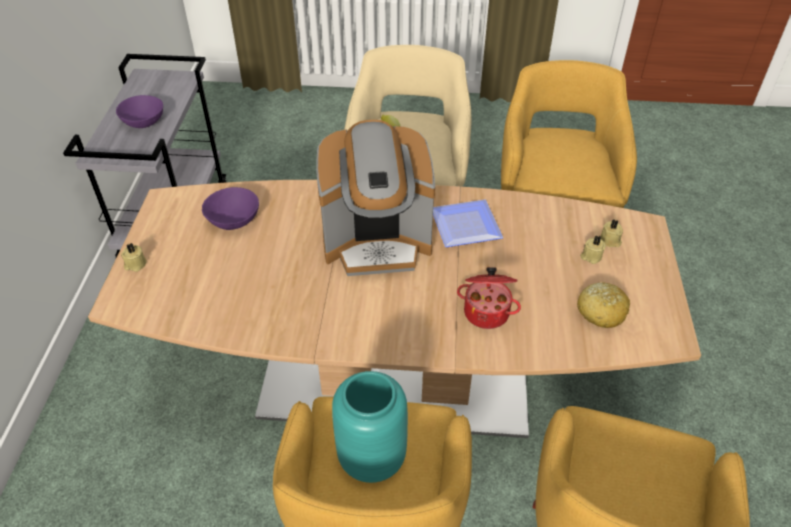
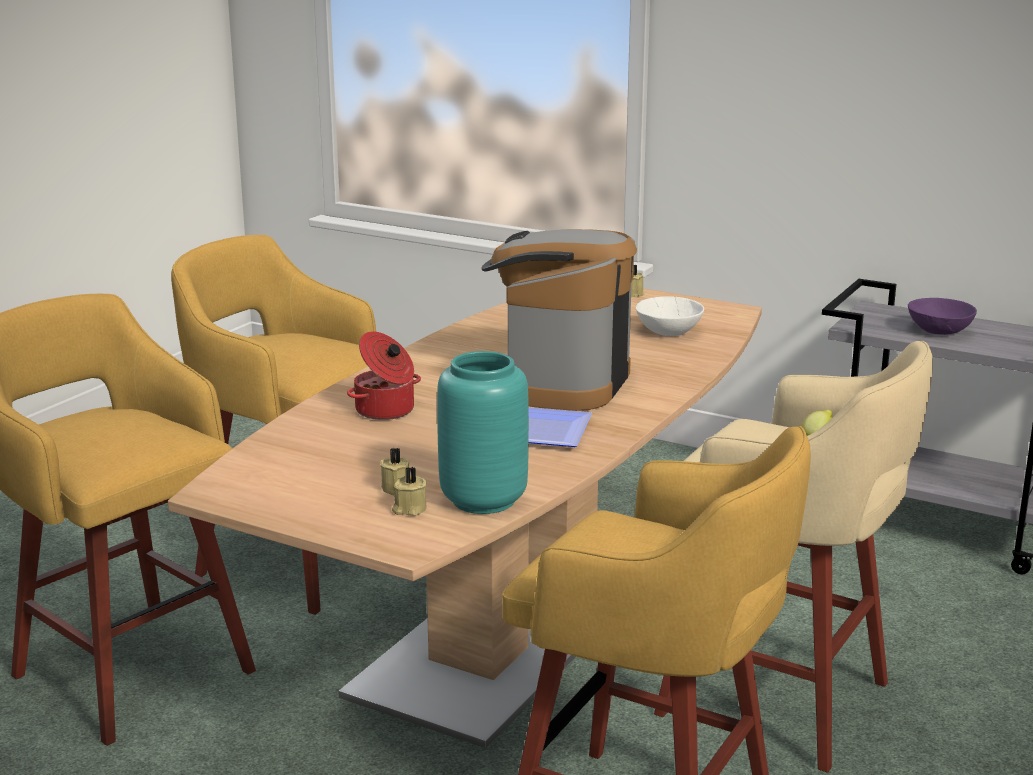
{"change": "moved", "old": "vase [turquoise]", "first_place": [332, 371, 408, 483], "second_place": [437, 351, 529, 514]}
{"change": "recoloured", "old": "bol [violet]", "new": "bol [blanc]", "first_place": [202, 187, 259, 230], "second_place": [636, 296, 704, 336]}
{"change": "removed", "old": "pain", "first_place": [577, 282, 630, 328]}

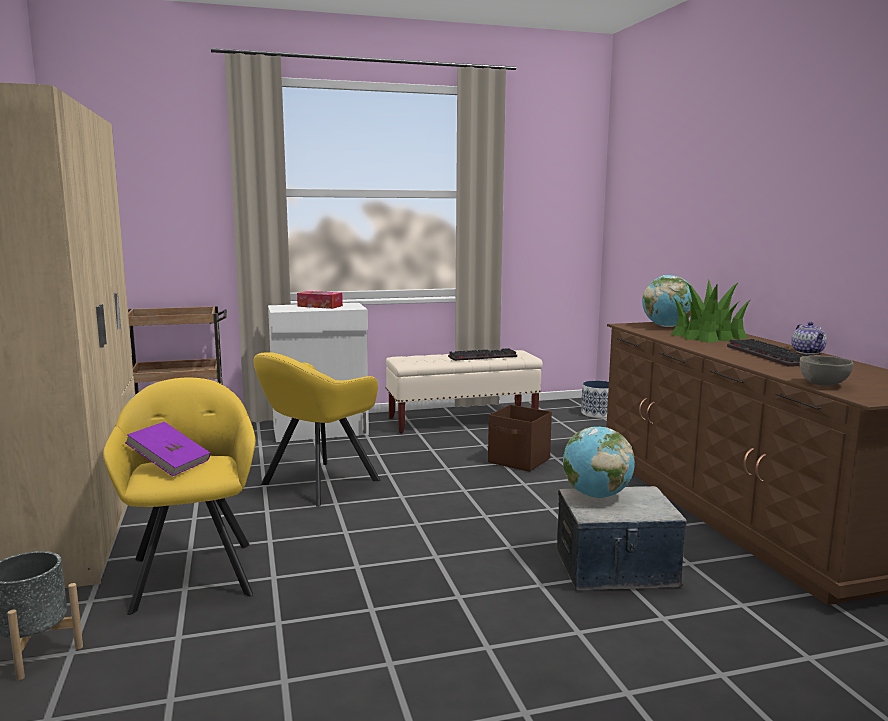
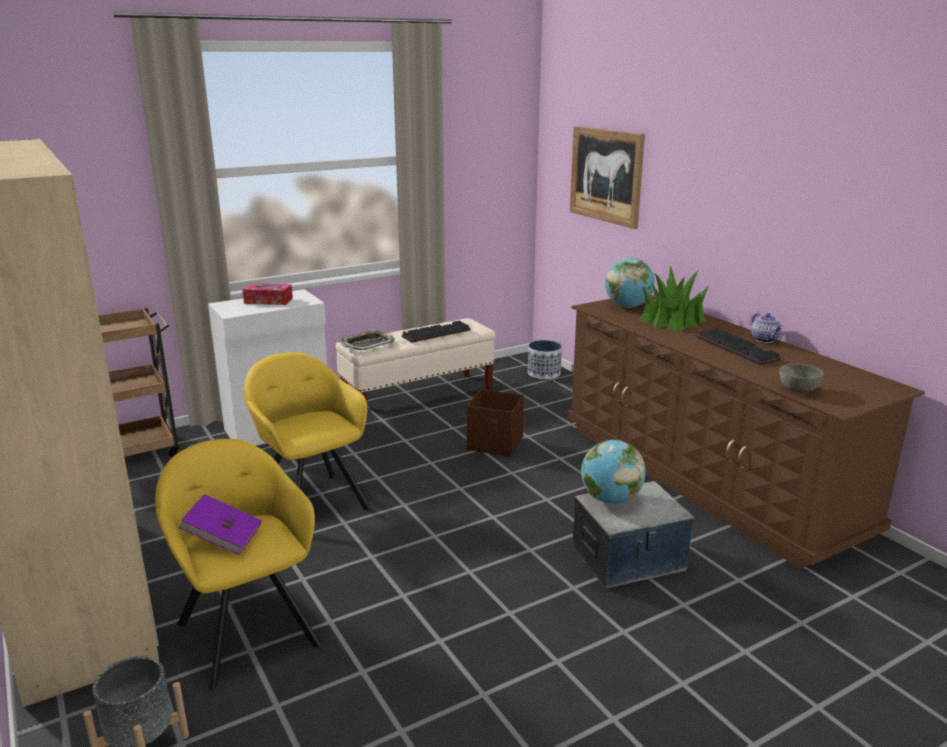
{"change": "turned", "old": "fauteuil [jaune]", "first_place": [254, 352, 380, 507], "second_place": [244, 352, 371, 510], "degrees": 120}
{"change": "added", "new": "plateau", "second_place": [340, 330, 395, 350]}
{"change": "added", "new": "tableau", "second_place": [570, 126, 645, 229]}

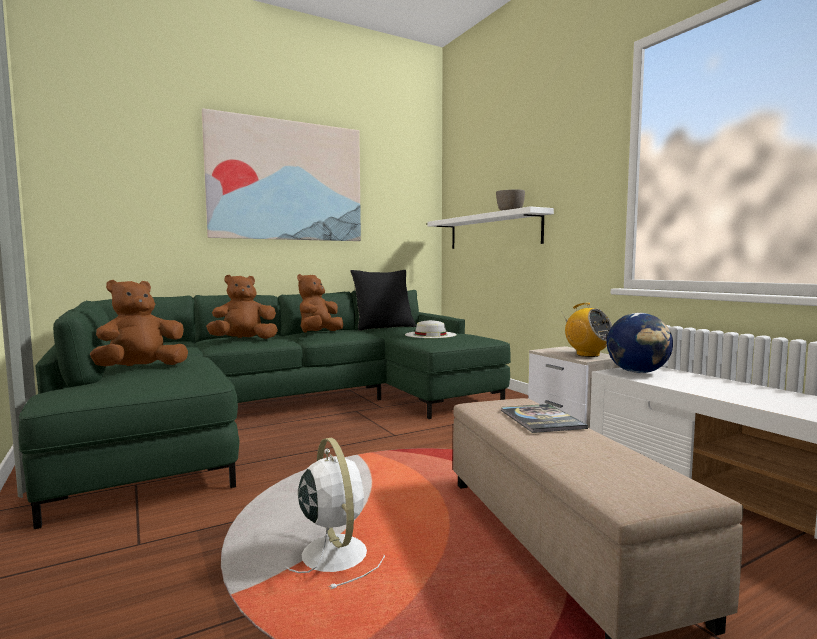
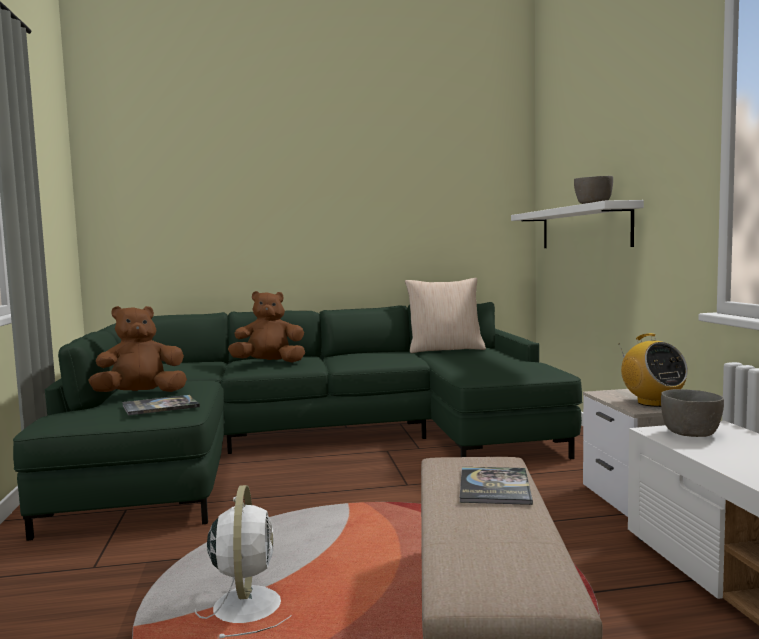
{"change": "added", "new": "livre", "second_place": [122, 395, 200, 415]}
{"change": "recoloured", "old": "coussin [noir]", "new": "coussin [beige]", "first_place": [350, 270, 416, 331], "second_place": [405, 278, 486, 353]}
{"change": "replaced", "old": "globe", "new": "bol [gris]", "first_place": [607, 313, 673, 373], "second_place": [661, 389, 724, 437]}
{"change": "removed", "old": "tableau", "first_place": [202, 108, 361, 241]}
{"change": "removed", "old": "peluche [marron]", "first_place": [297, 274, 343, 333]}
{"change": "removed", "old": "chapeau [blanc]", "first_place": [405, 320, 457, 338]}

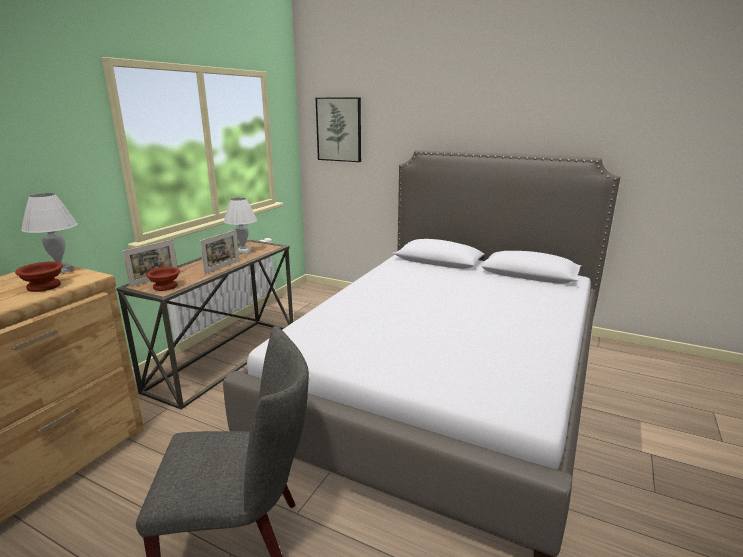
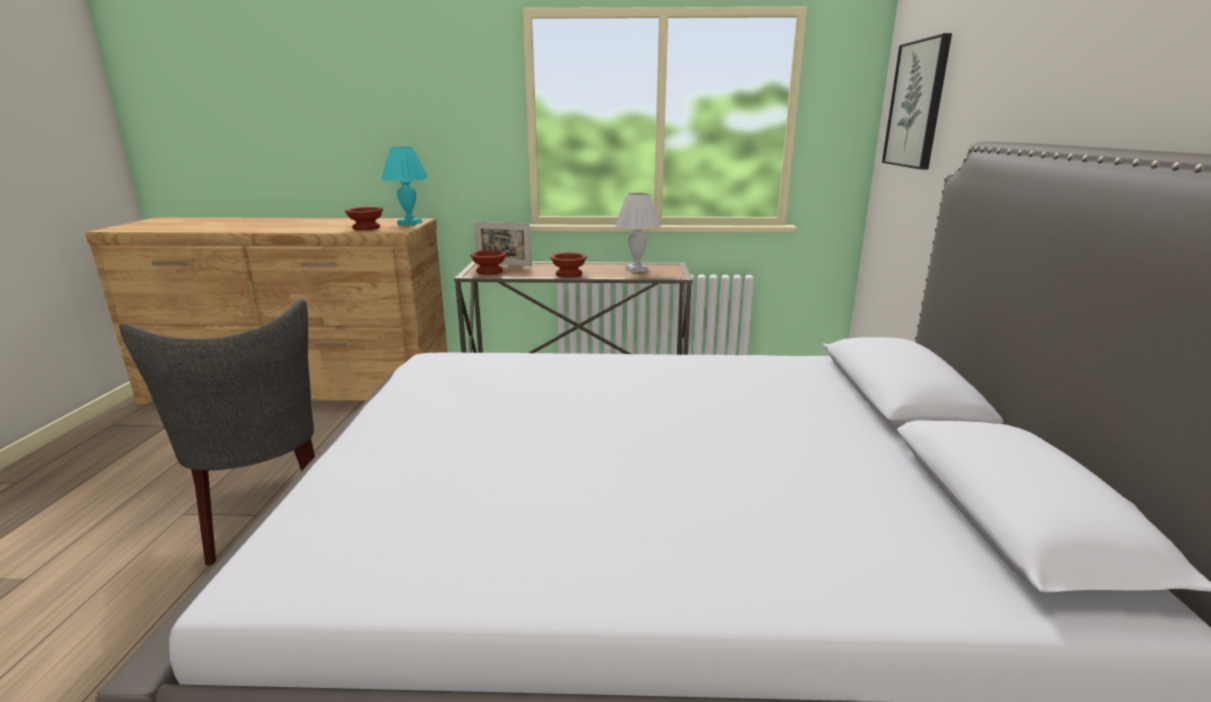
{"change": "recoloured", "old": "lampe de table [blanc]", "new": "lampe de table [turquoise]", "first_place": [21, 193, 78, 274], "second_place": [381, 147, 428, 225]}
{"change": "replaced", "old": "cadre photo", "new": "bol [marron]", "first_place": [200, 230, 239, 274], "second_place": [550, 253, 587, 278]}

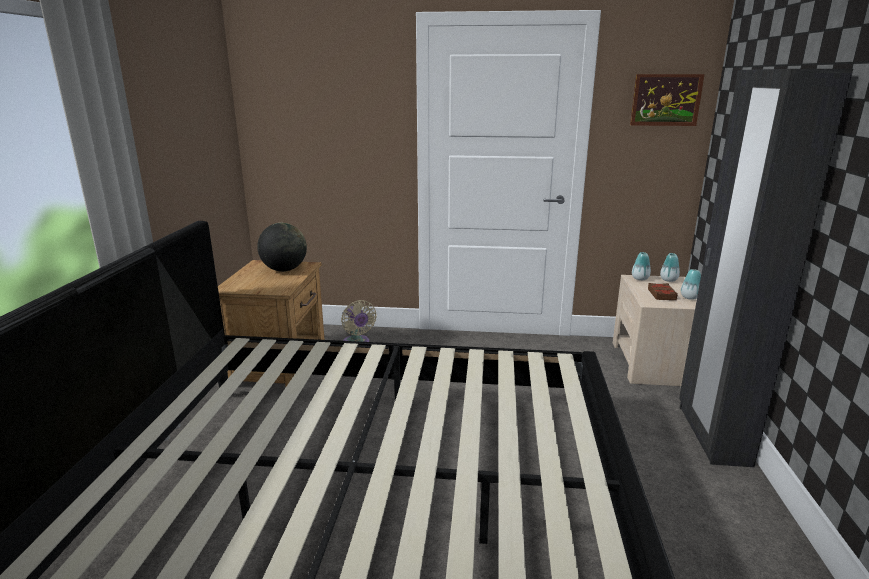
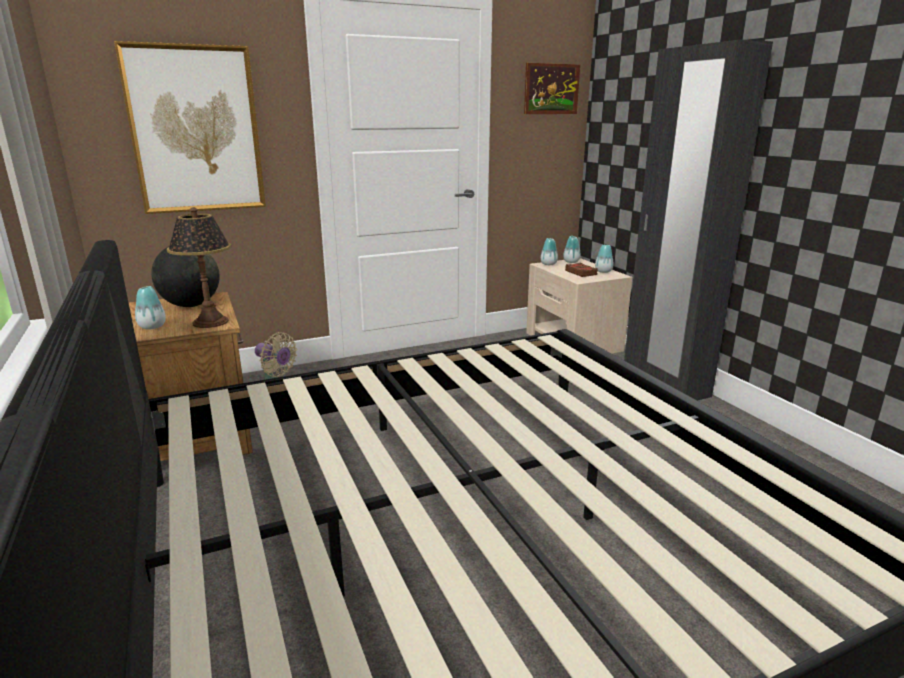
{"change": "added", "new": "tableau", "second_place": [114, 41, 266, 214]}
{"change": "added", "new": "vase", "second_place": [135, 286, 166, 329]}
{"change": "added", "new": "lampe de table", "second_place": [167, 207, 231, 328]}

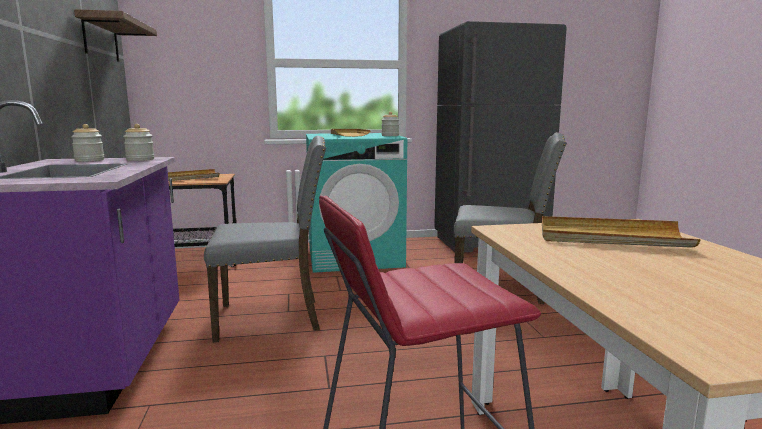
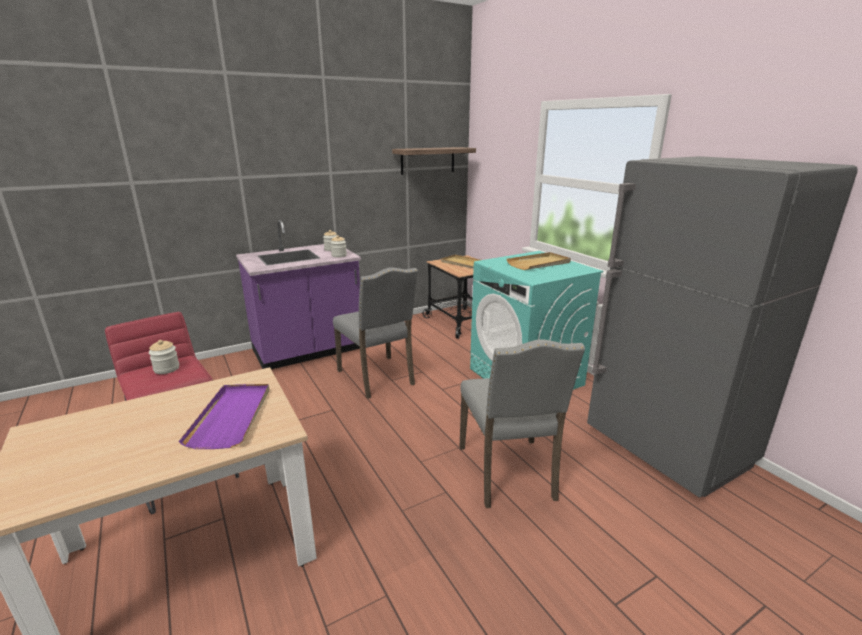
{"change": "moved", "old": "bocal", "first_place": [382, 112, 399, 136], "second_place": [149, 340, 179, 374]}
{"change": "recoloured", "old": "plateau [beige]", "new": "plateau [violet]", "first_place": [542, 216, 701, 248], "second_place": [179, 384, 269, 449]}

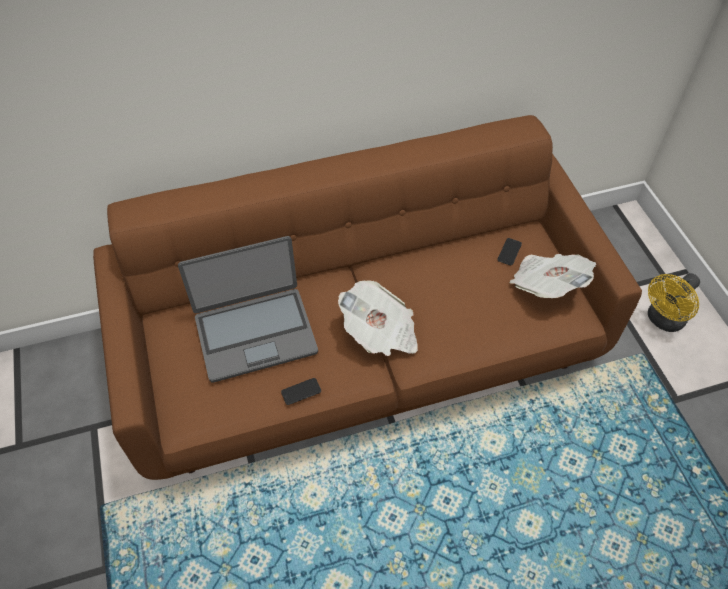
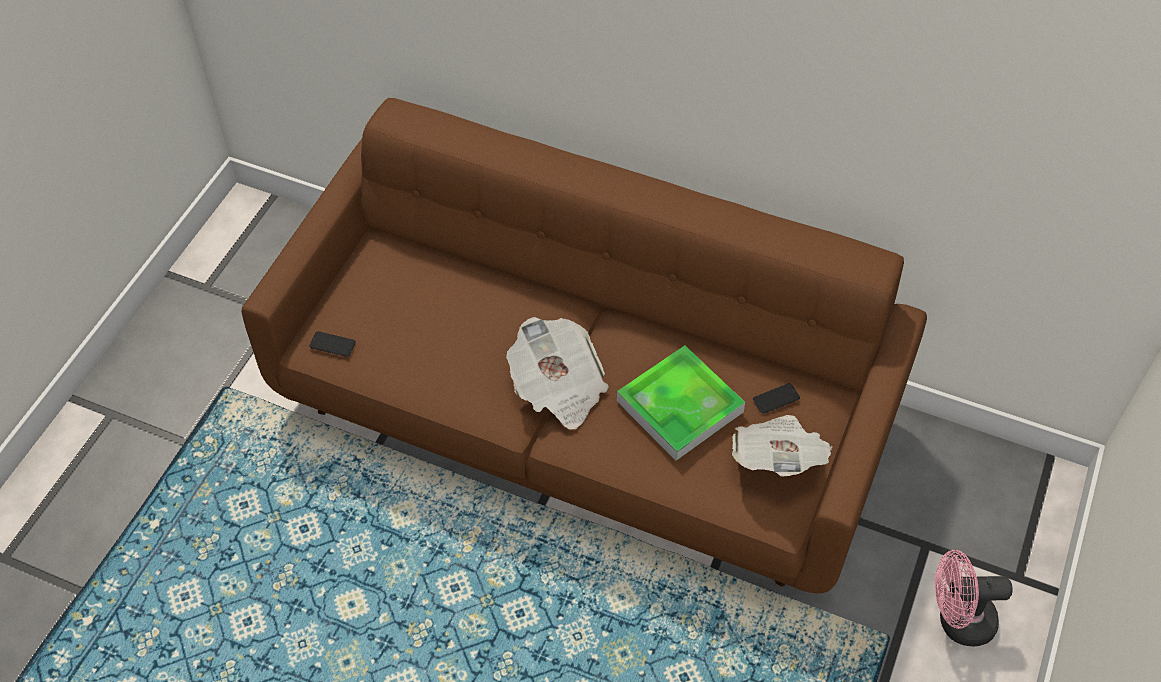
{"change": "moved", "old": "téléphone", "first_place": [281, 378, 321, 405], "second_place": [309, 331, 356, 357]}
{"change": "added", "new": "plateau", "second_place": [617, 345, 745, 461]}
{"change": "recoloured", "old": "ventilateur [jaune]", "new": "ventilateur [rose]", "first_place": [648, 273, 700, 332], "second_place": [935, 550, 1013, 646]}
{"change": "removed", "old": "ordinateur portable", "first_place": [178, 236, 318, 383]}

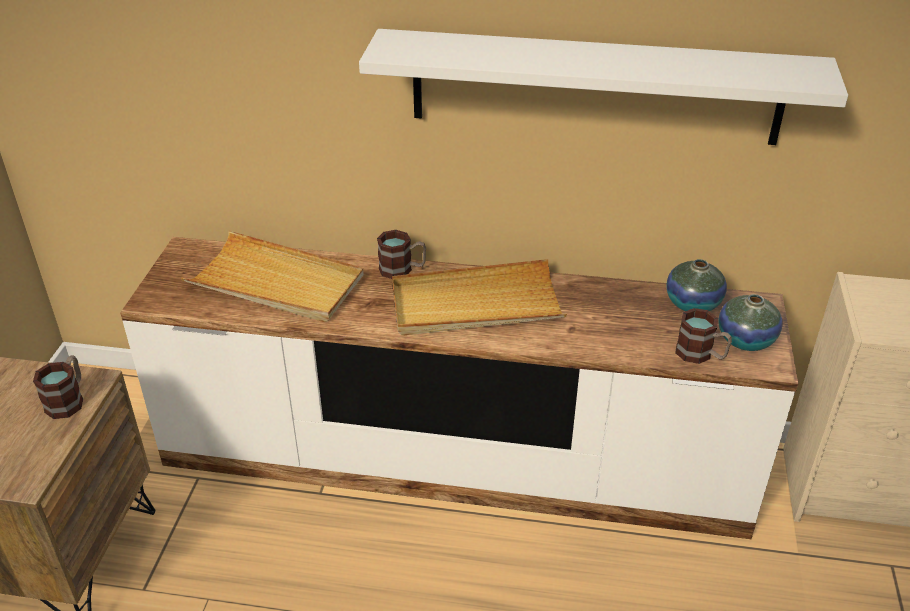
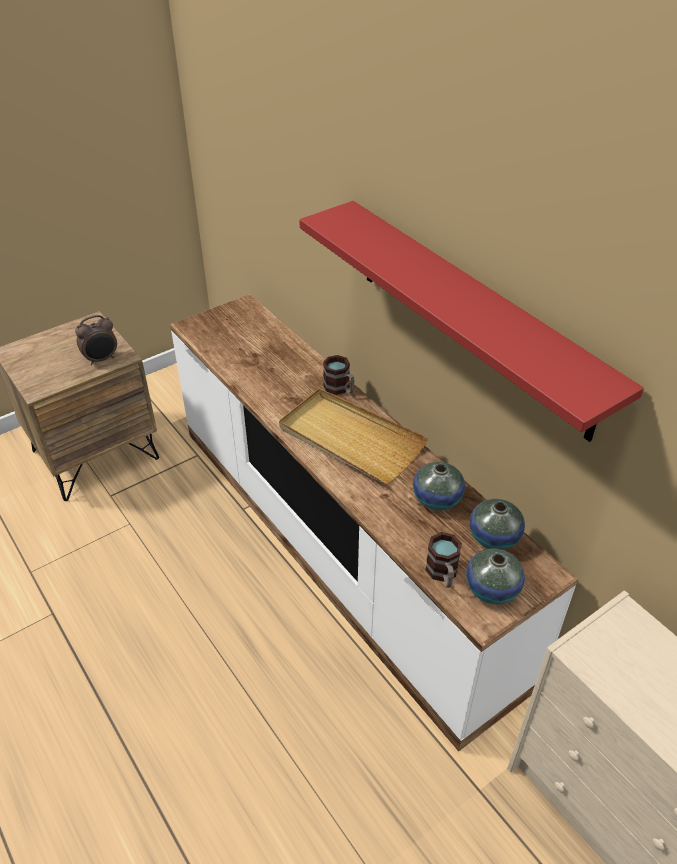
{"change": "replaced", "old": "mug", "new": "réveil", "first_place": [33, 356, 83, 419], "second_place": [75, 315, 117, 365]}
{"change": "recoloured", "old": "étagère [blanc]", "new": "étagère [rouge]", "first_place": [359, 29, 848, 145], "second_place": [299, 201, 644, 442]}
{"change": "added", "new": "vase", "second_place": [413, 462, 465, 510]}
{"change": "removed", "old": "plateau [beige]", "first_place": [181, 231, 364, 322]}

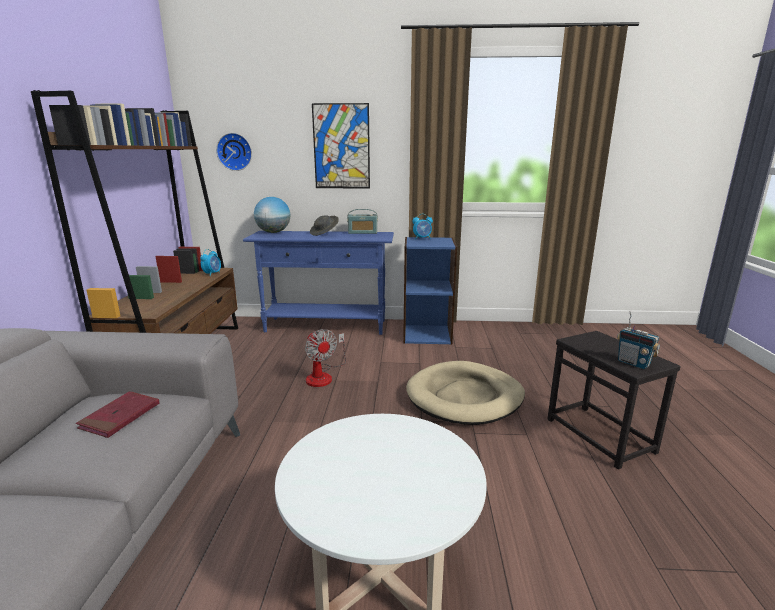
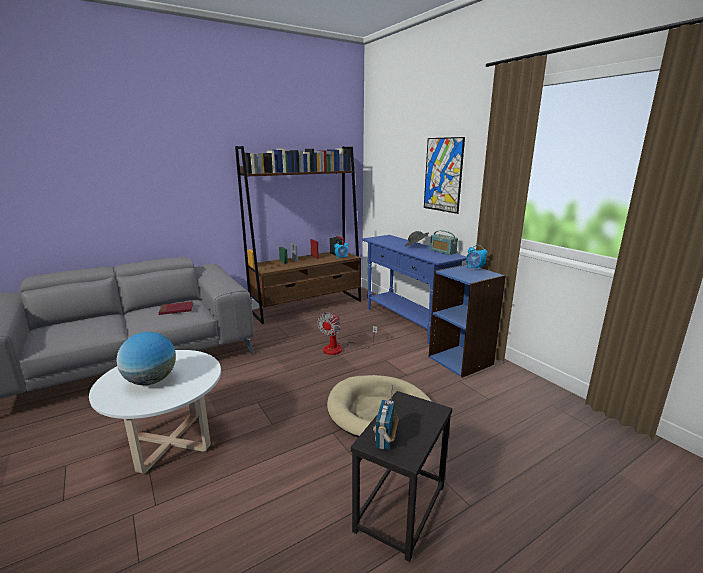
{"change": "moved", "old": "globe", "first_place": [254, 197, 290, 233], "second_place": [117, 332, 176, 385]}
{"change": "removed", "old": "horloge murale", "first_place": [216, 133, 252, 171]}

